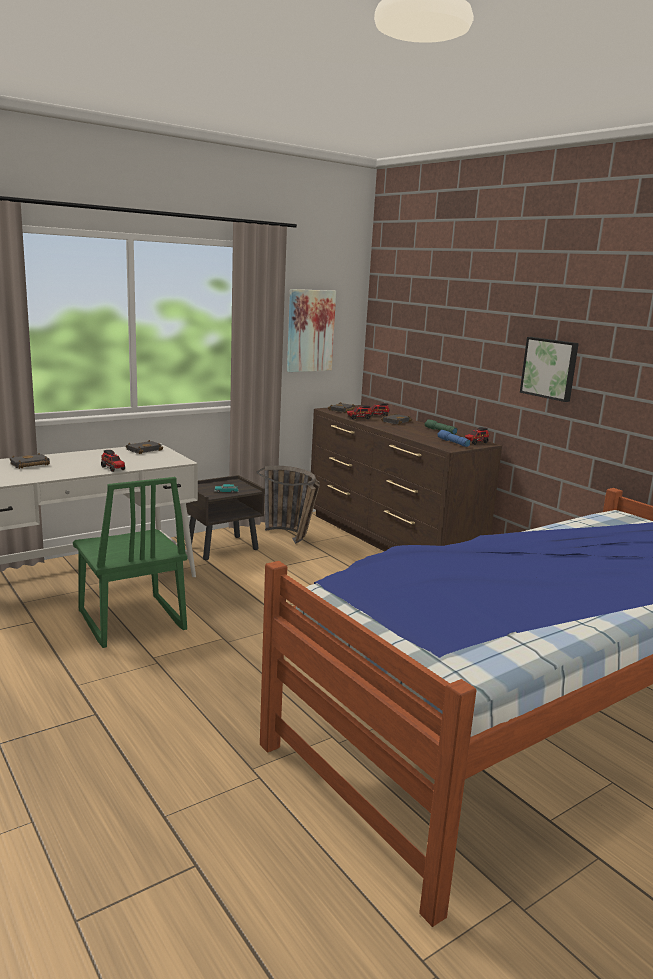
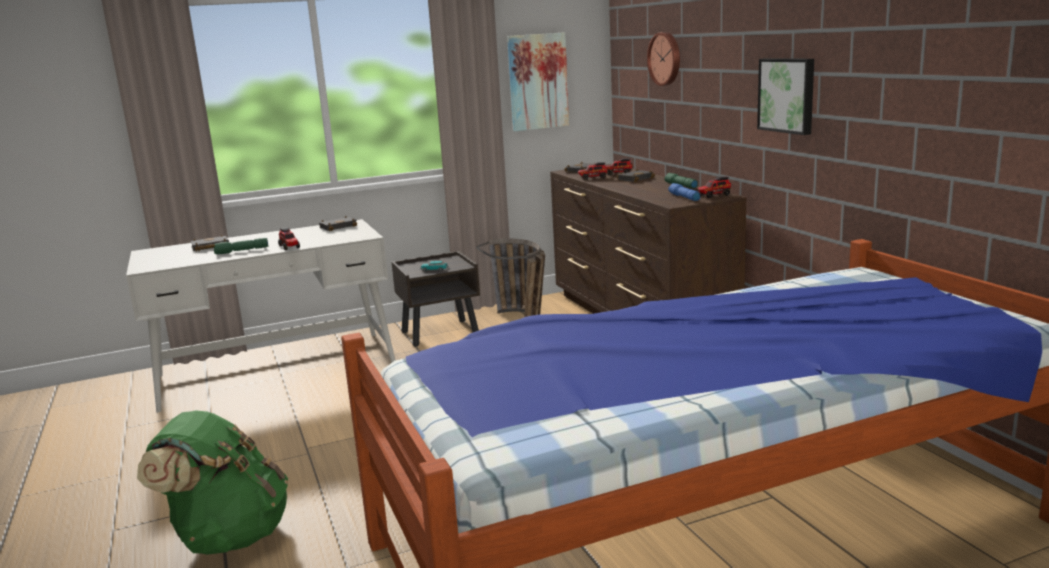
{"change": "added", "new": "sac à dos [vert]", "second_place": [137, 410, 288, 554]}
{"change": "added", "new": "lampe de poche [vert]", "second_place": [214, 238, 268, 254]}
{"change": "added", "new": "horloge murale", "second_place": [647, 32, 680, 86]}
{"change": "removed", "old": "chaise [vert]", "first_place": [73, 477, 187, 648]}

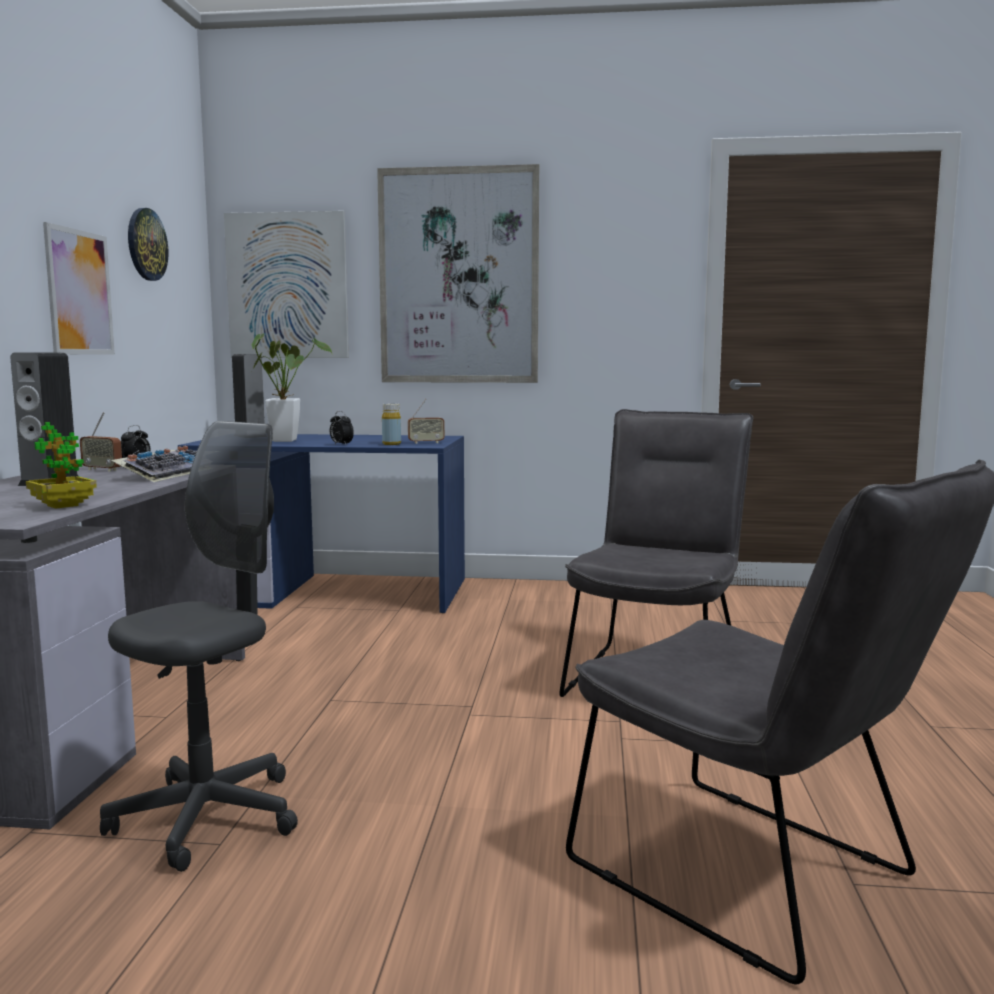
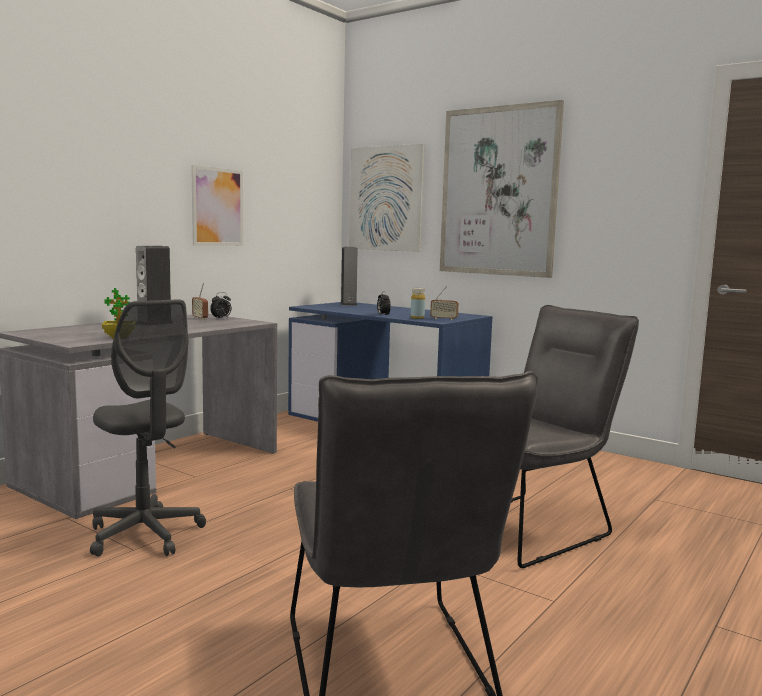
{"change": "turned", "old": "chaise de bureau [gris]", "first_place": [100, 421, 298, 872], "second_place": [90, 299, 206, 557], "degrees": 75}
{"change": "removed", "old": "clavier", "first_place": [111, 446, 197, 482]}
{"change": "removed", "old": "horloge murale", "first_place": [128, 208, 168, 281]}
{"change": "removed", "old": "plante en pot", "first_place": [252, 334, 332, 442]}

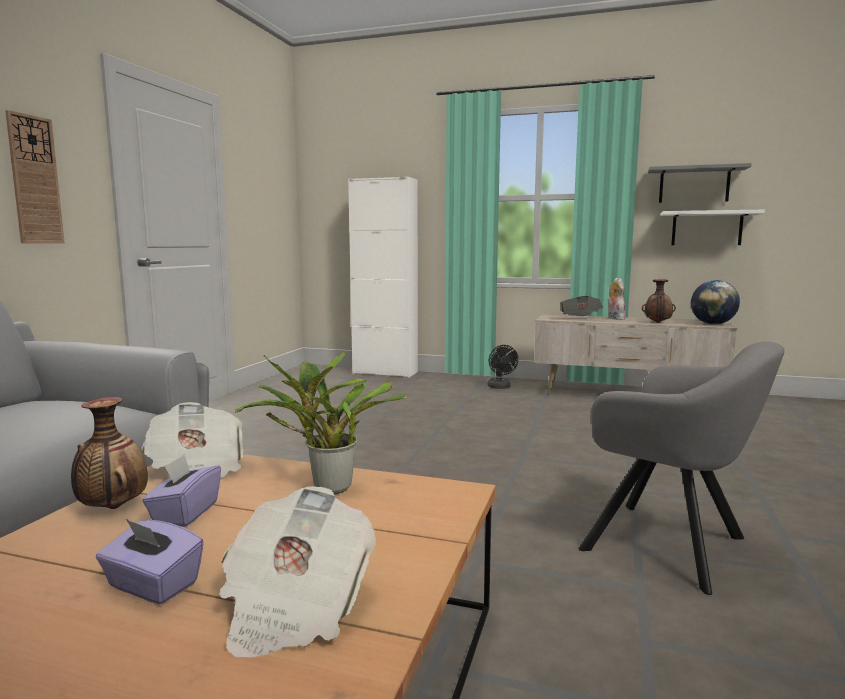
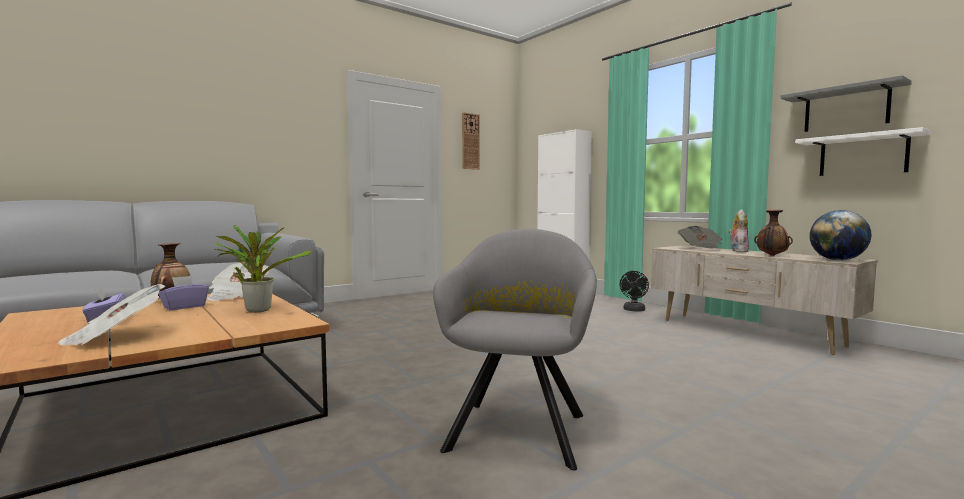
{"change": "turned", "old": "fauteuil [gris]", "first_place": [578, 341, 785, 595], "second_place": [433, 229, 597, 470], "degrees": -150}
{"change": "moved", "old": "horloge murale", "first_place": [5, 110, 65, 243], "second_place": [462, 112, 480, 170]}

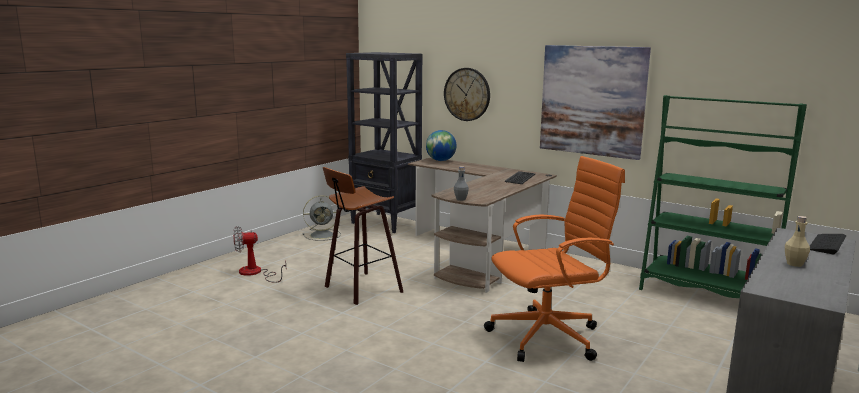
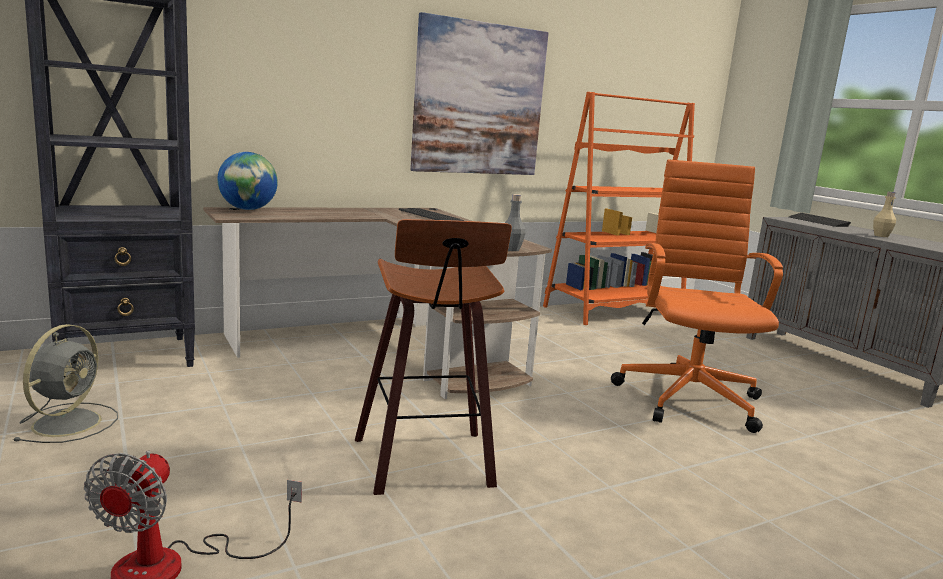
{"change": "recoloured", "old": "bibliothèque [vert]", "new": "bibliothèque [orange]", "first_place": [639, 95, 807, 298], "second_place": [543, 92, 695, 325]}
{"change": "removed", "old": "horloge murale", "first_place": [444, 68, 490, 121]}

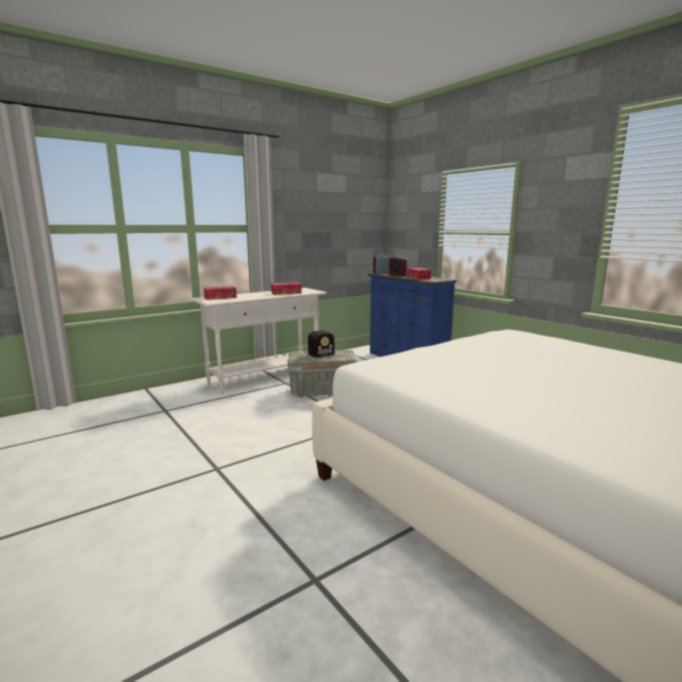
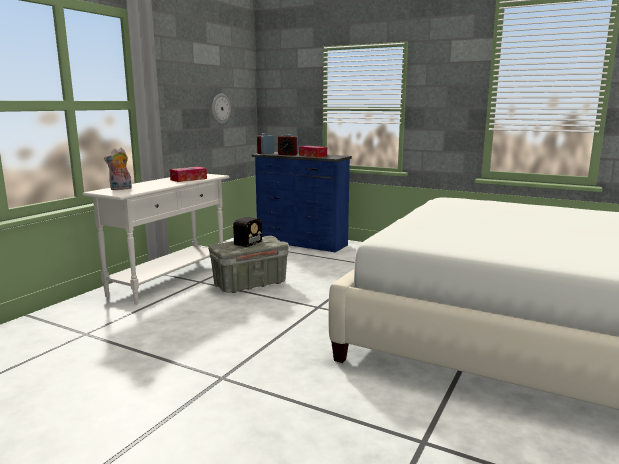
{"change": "replaced", "old": "boîte à mouchoirs", "new": "peluche", "first_place": [204, 286, 237, 300], "second_place": [104, 148, 132, 190]}
{"change": "added", "new": "horloge murale", "second_place": [212, 94, 231, 124]}

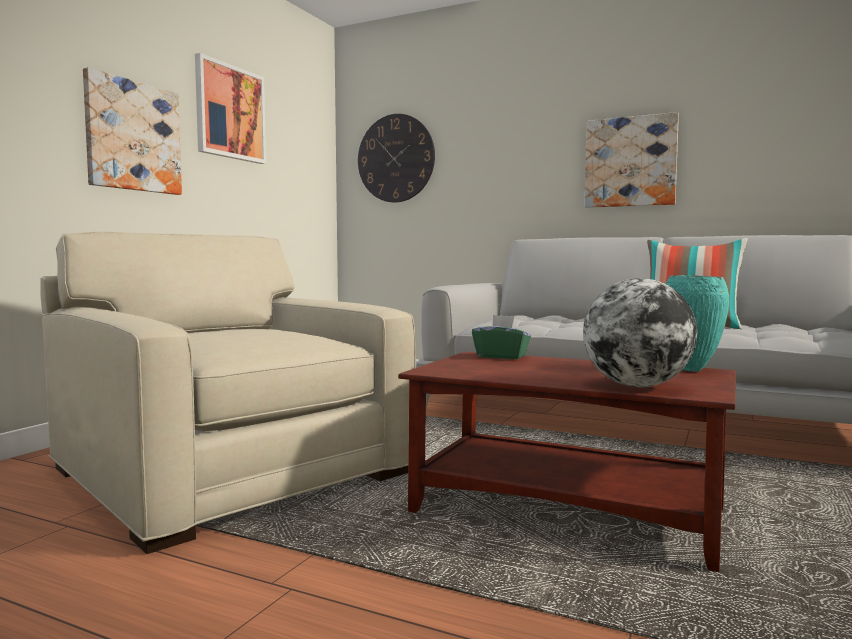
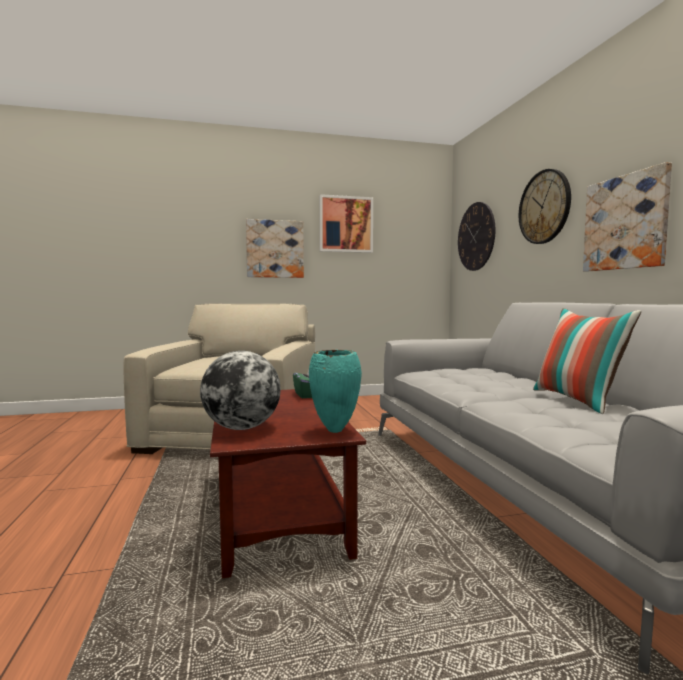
{"change": "added", "new": "horloge murale", "second_place": [519, 169, 571, 244]}

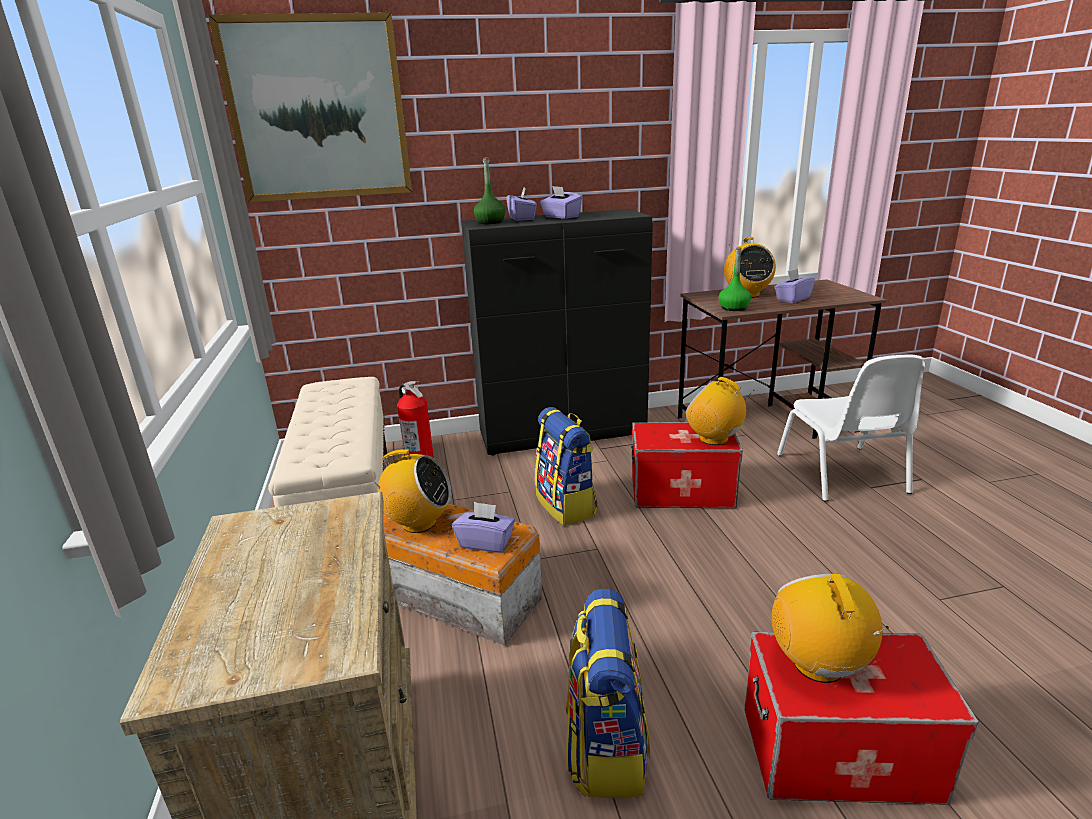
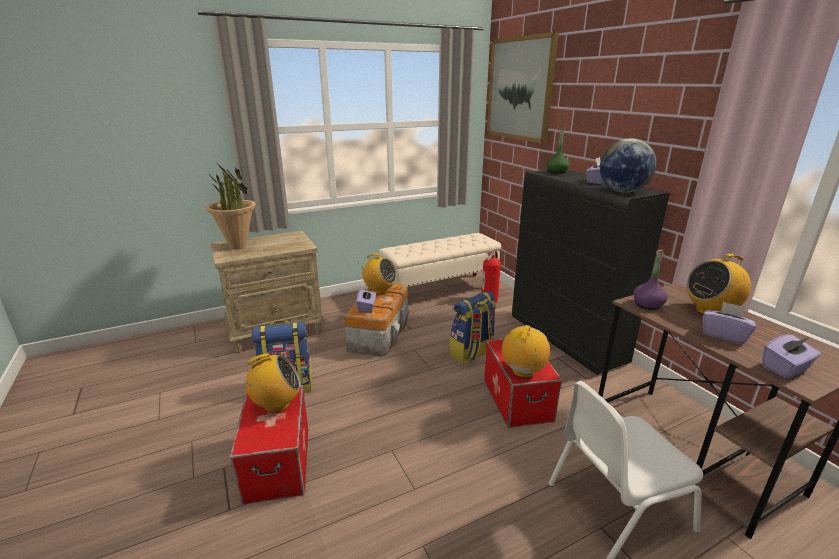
{"change": "added", "new": "plante en pot", "second_place": [206, 165, 256, 250]}
{"change": "turned", "old": "radio", "first_place": [366, 449, 451, 533], "second_place": [361, 254, 397, 294], "degrees": -60}
{"change": "added", "new": "globe", "second_place": [600, 138, 657, 193]}
{"change": "recoloured", "old": "bouteille [vert]", "new": "bouteille [violet]", "first_place": [719, 247, 751, 311], "second_place": [633, 250, 668, 310]}
{"change": "moved", "old": "boîte à mouchoirs [violet]", "first_place": [506, 187, 537, 221], "second_place": [762, 334, 821, 378]}

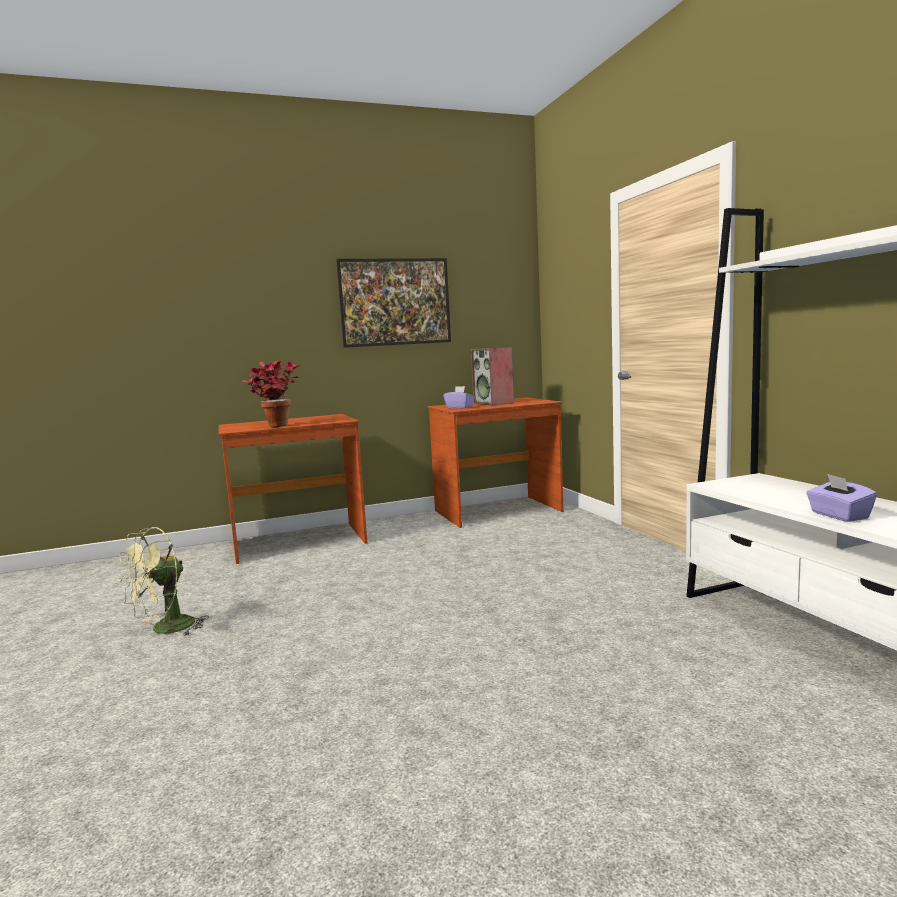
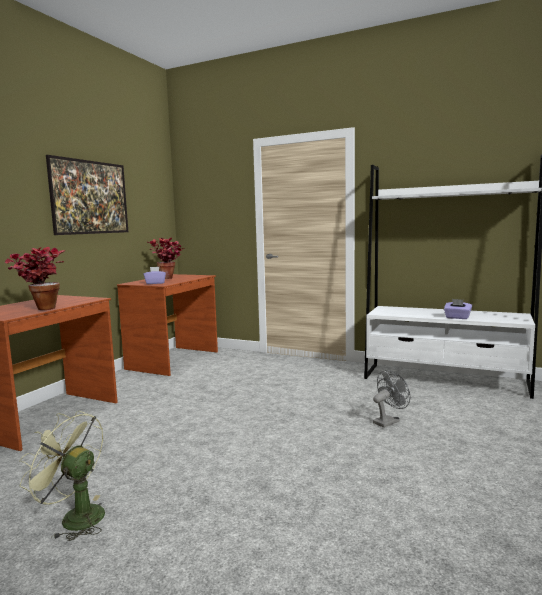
{"change": "turned", "old": "ventilateur [vert]", "first_place": [118, 527, 209, 636], "second_place": [19, 411, 105, 541], "degrees": 120}
{"change": "replaced", "old": "enceinte", "new": "plante en pot", "first_place": [471, 347, 514, 405], "second_place": [147, 238, 184, 279]}
{"change": "added", "new": "ventilateur [gris]", "second_place": [373, 370, 410, 428]}

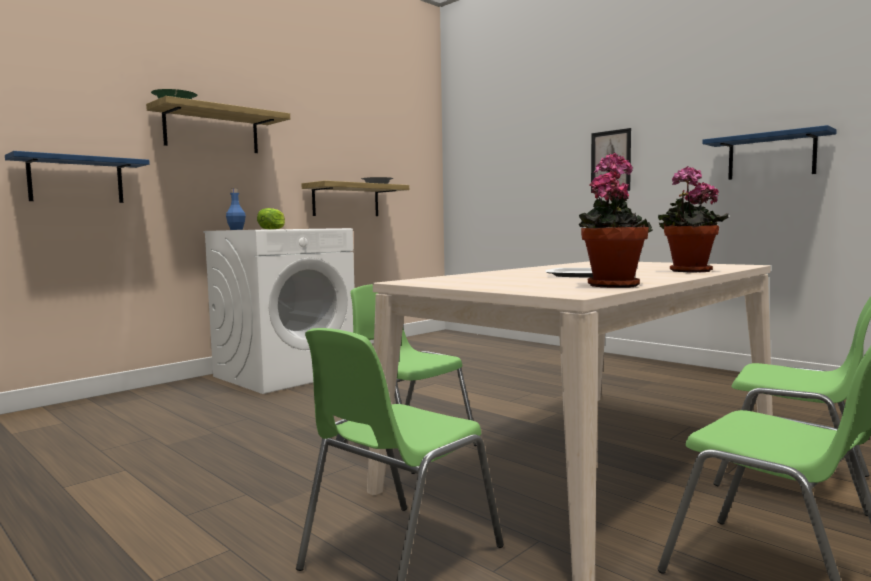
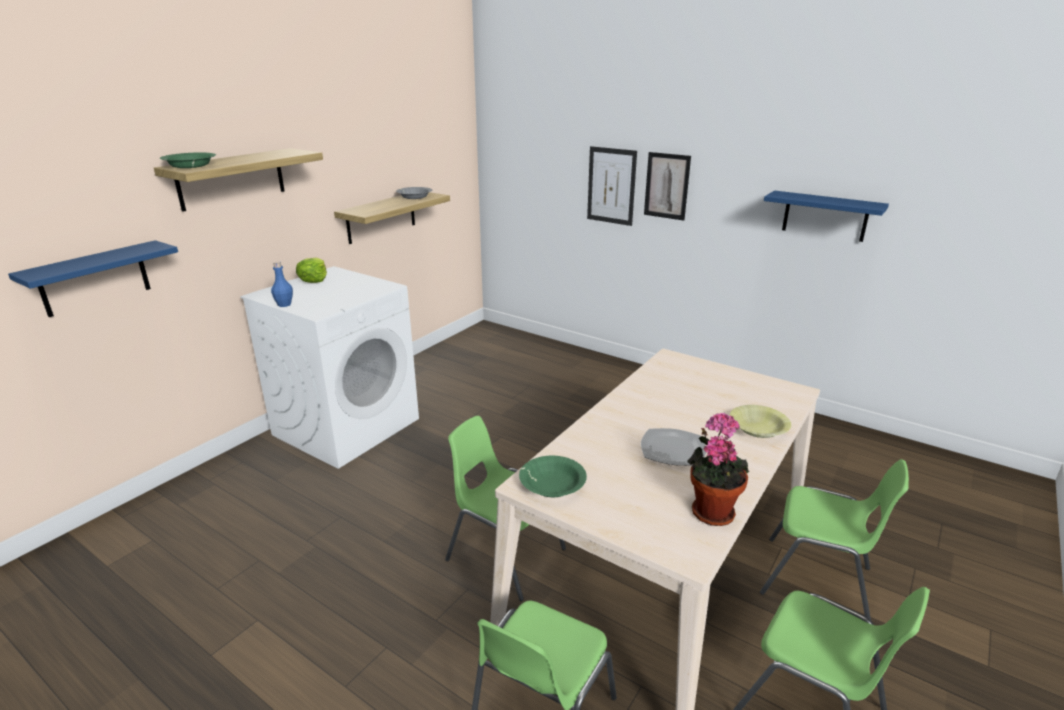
{"change": "added", "new": "bol [vert]", "second_place": [519, 456, 587, 497]}
{"change": "added", "new": "tableau", "second_place": [587, 146, 637, 226]}
{"change": "replaced", "old": "plante en pot", "new": "bol [jaune]", "first_place": [658, 166, 728, 272], "second_place": [730, 405, 791, 438]}

